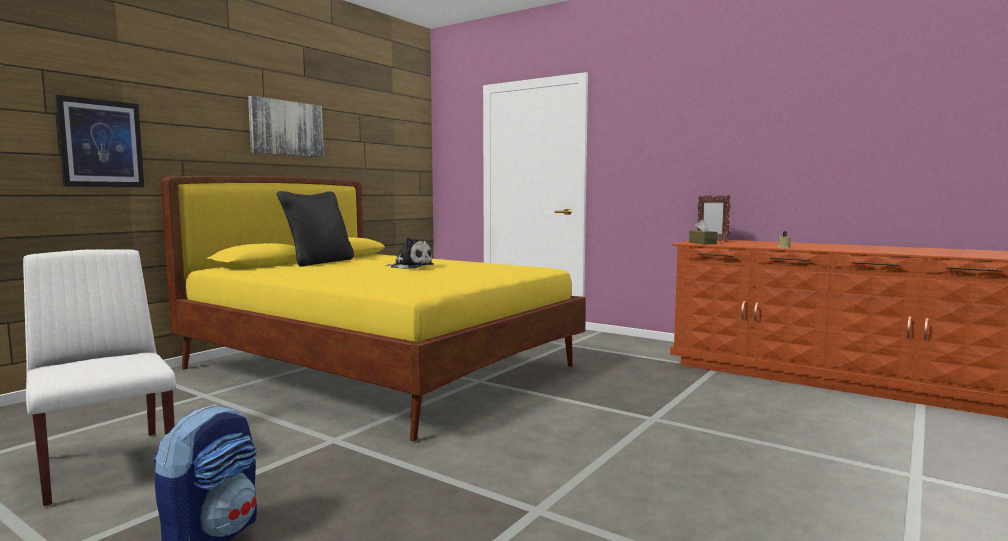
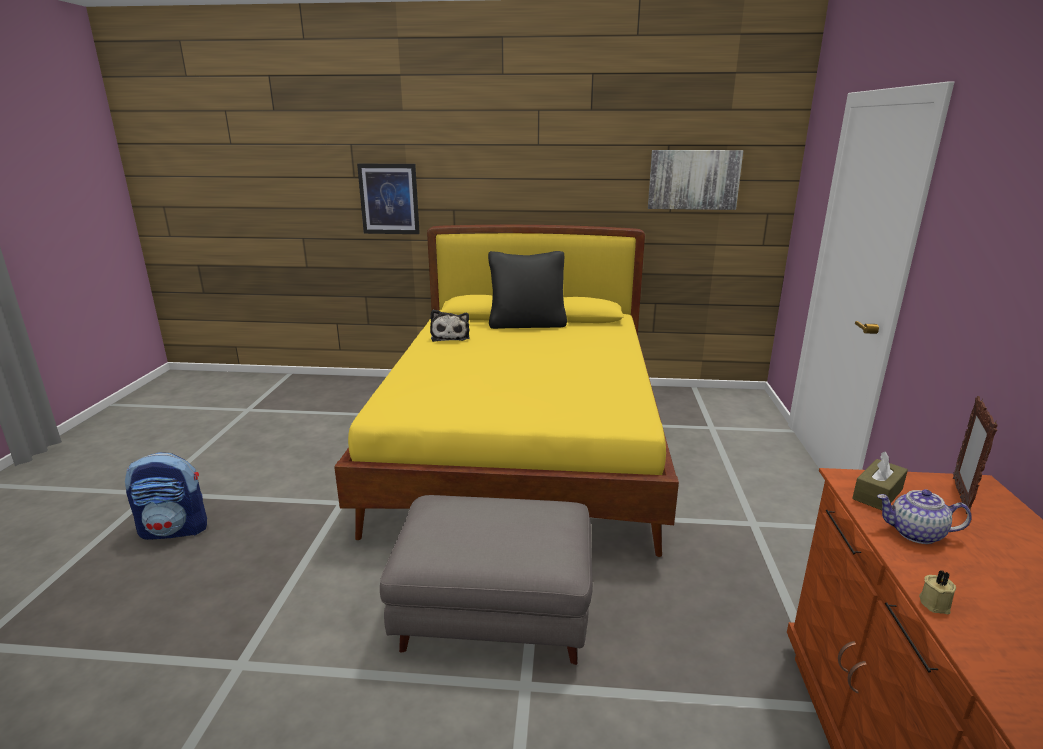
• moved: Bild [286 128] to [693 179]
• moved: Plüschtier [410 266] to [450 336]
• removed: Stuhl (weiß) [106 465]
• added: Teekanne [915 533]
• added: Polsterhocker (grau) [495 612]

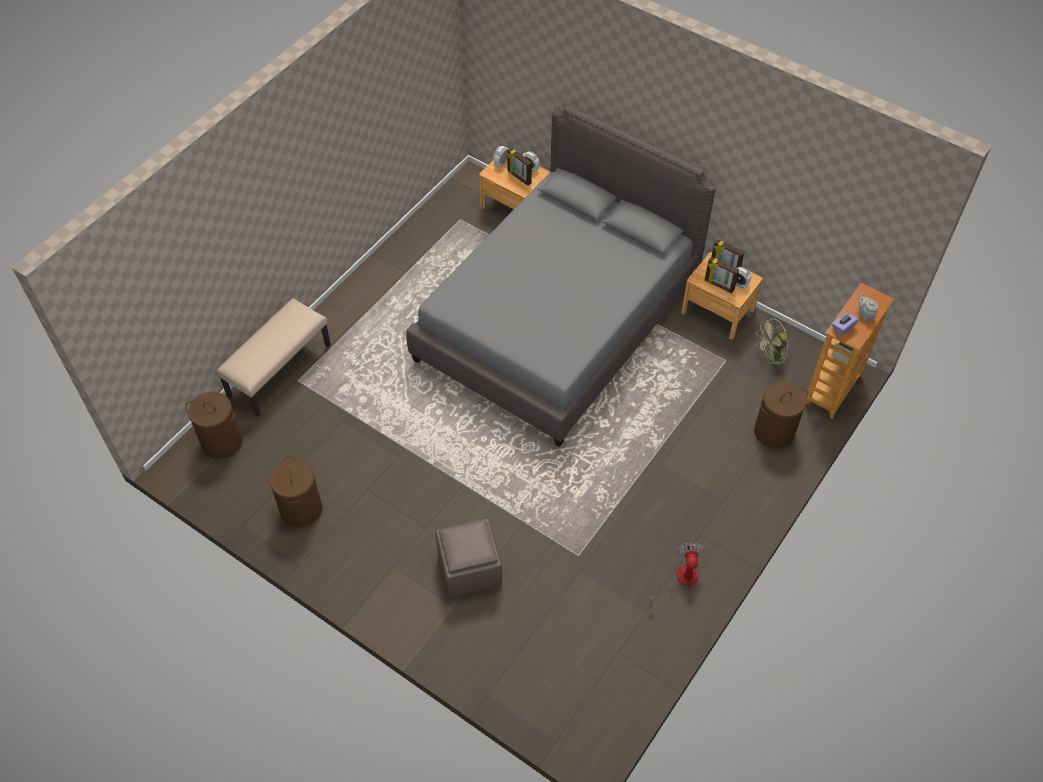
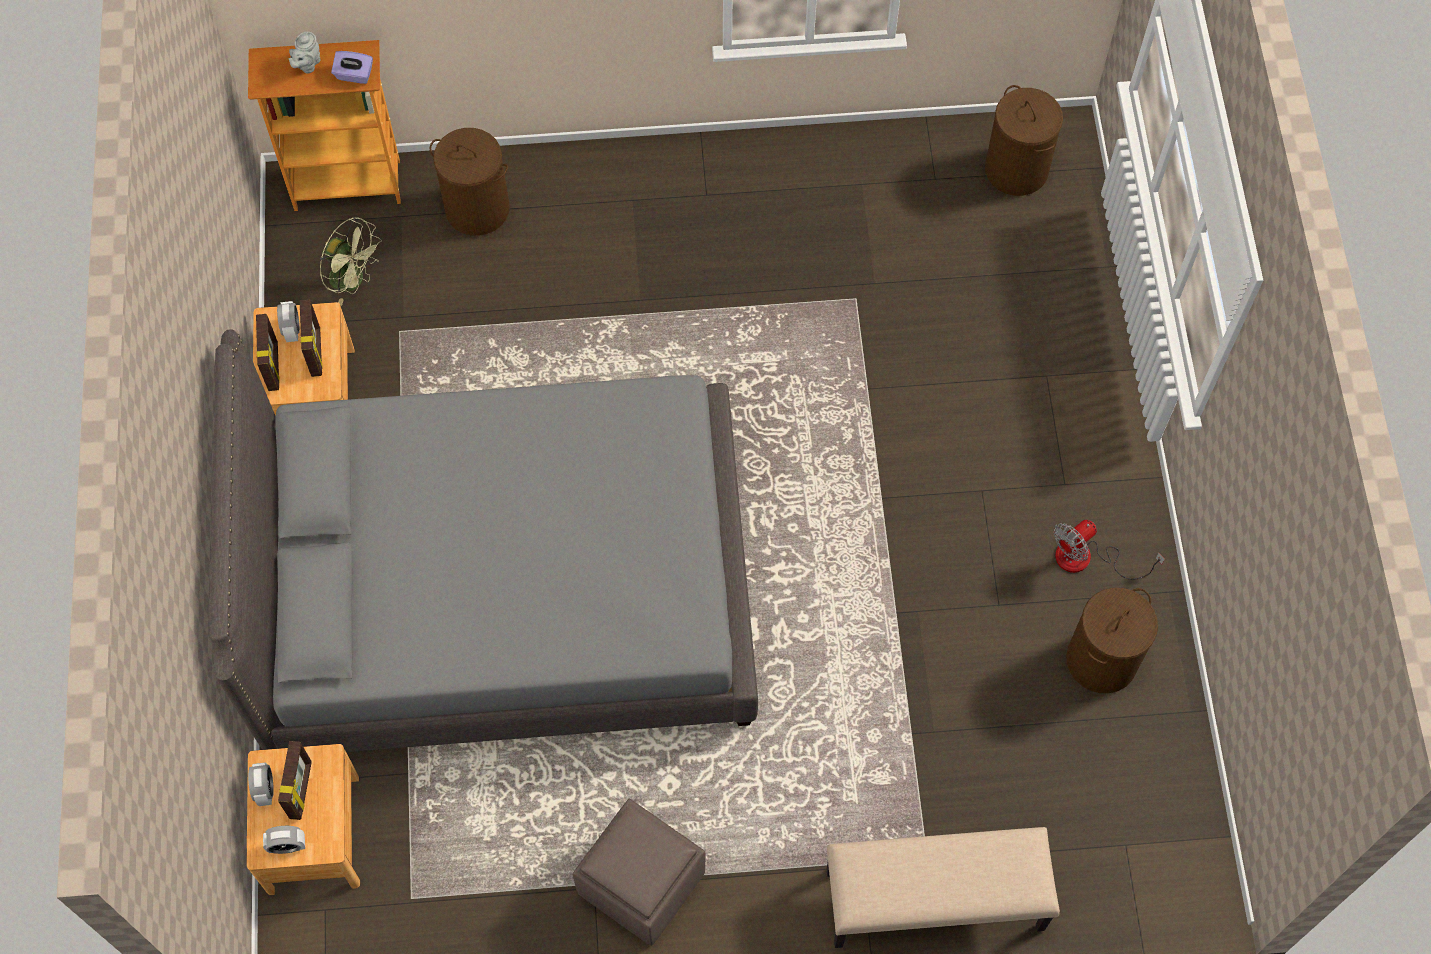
• moved: Wäschekorb (braun) [222 442] to [1016 170]
• moved: Polsterhocker (braun) [469 570] to [643 883]
• moved: Ventilator [680 580] to [1086 559]

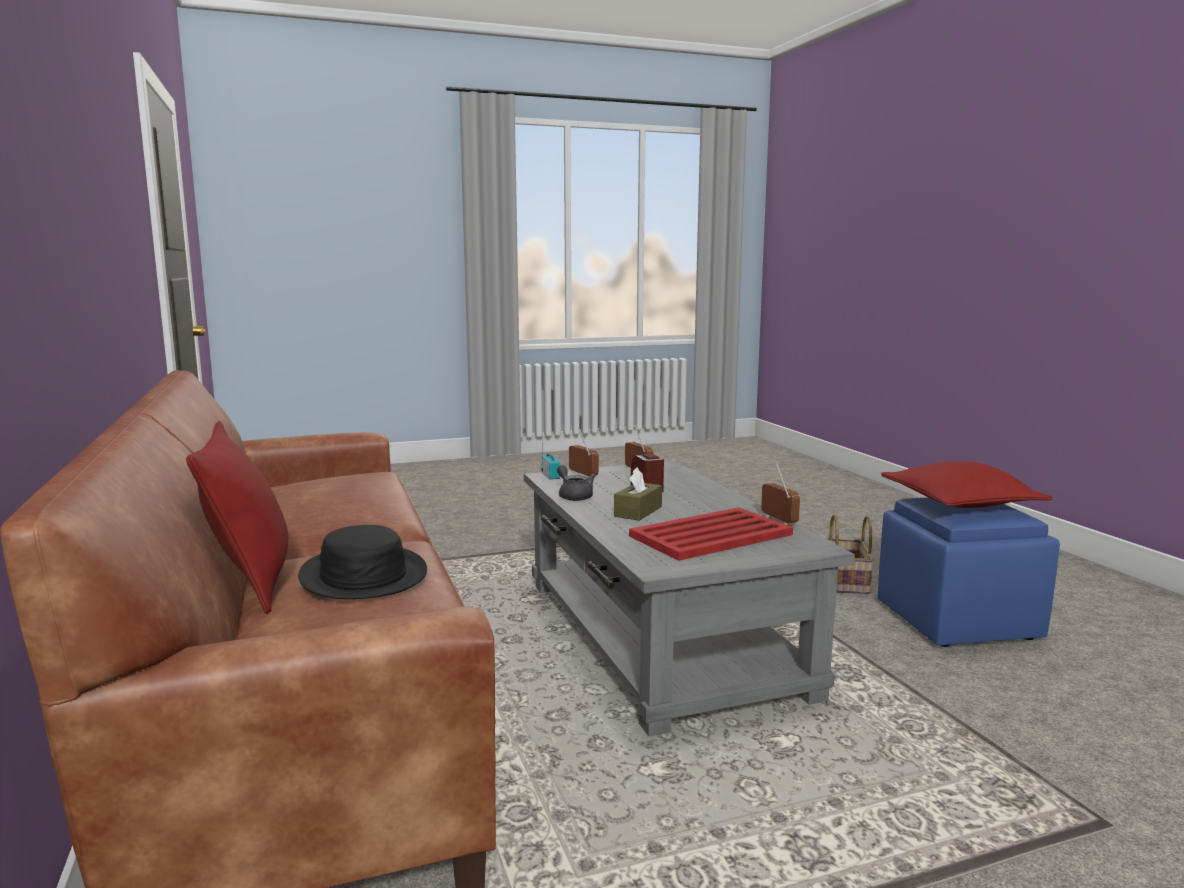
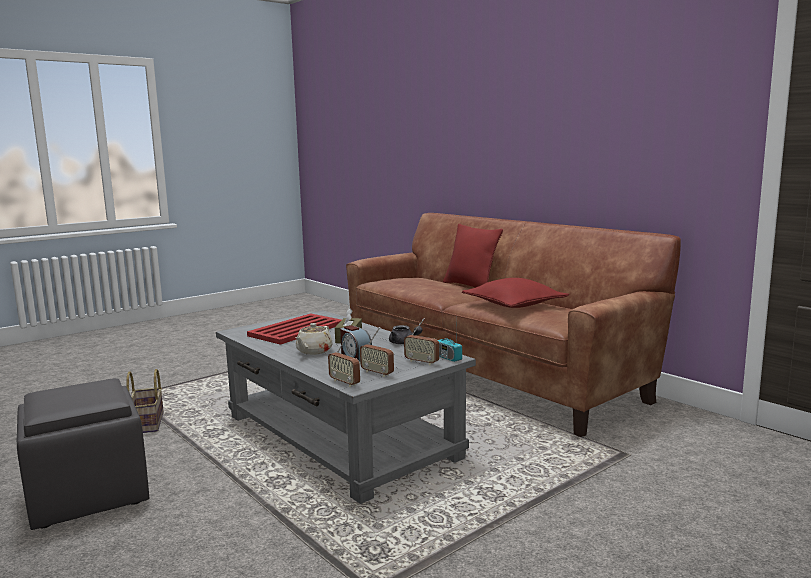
• moved: Kissen (rot) [960 503] to [514 305]
• moved: Radio [778 521] to [344 382]
• recoloured: Polsterhocker (blau) [955 620] to Polsterhocker (grau) [90 495]
• moved: Korb [845 581] to [148 423]
• removed: Hut (schwarz) [363 575]
• added: Teekanne (beige) [313 351]

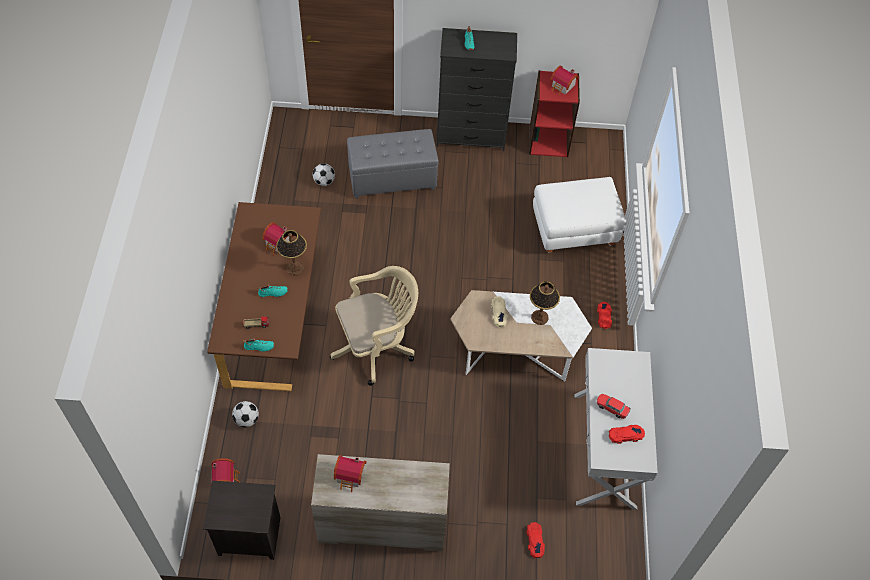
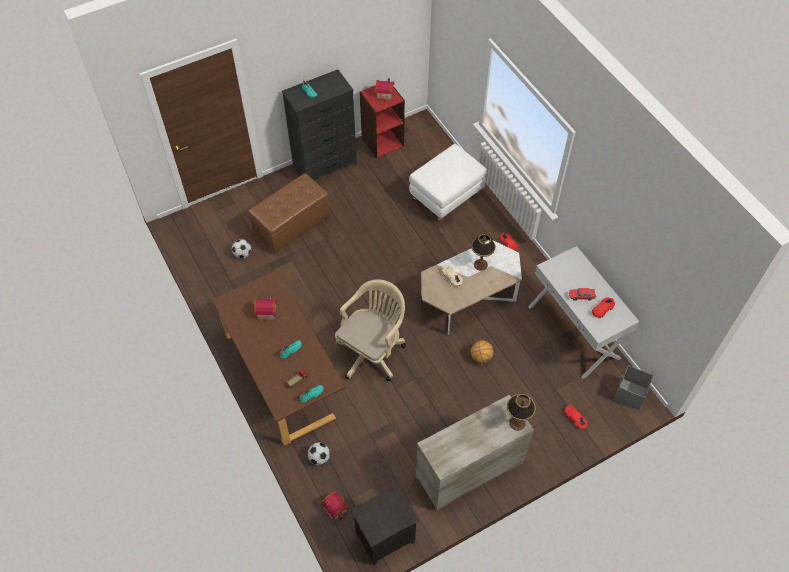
• recoloured: Polsterhocker (grau) [392 179] to Polsterhocker (braun) [292 226]
• moved: Tischlampe [294 268] to [517 423]
• removed: Spielzeughaus [350 477]
• added: Basketball [481 357]
• added: Aufbewahrungsbox (grau) [629 394]

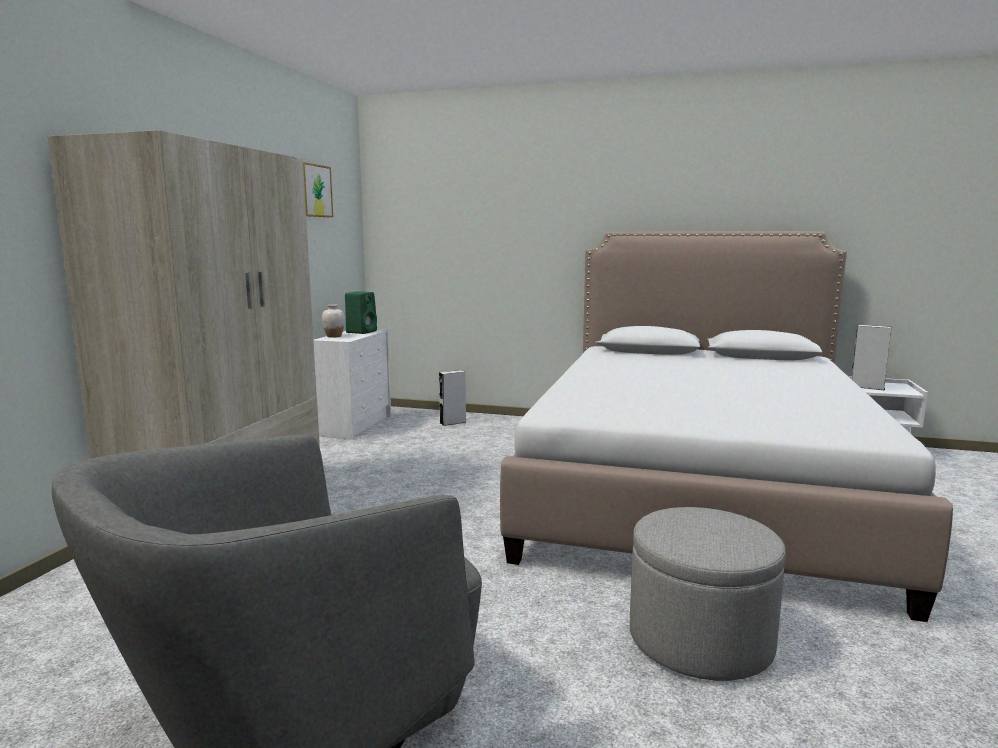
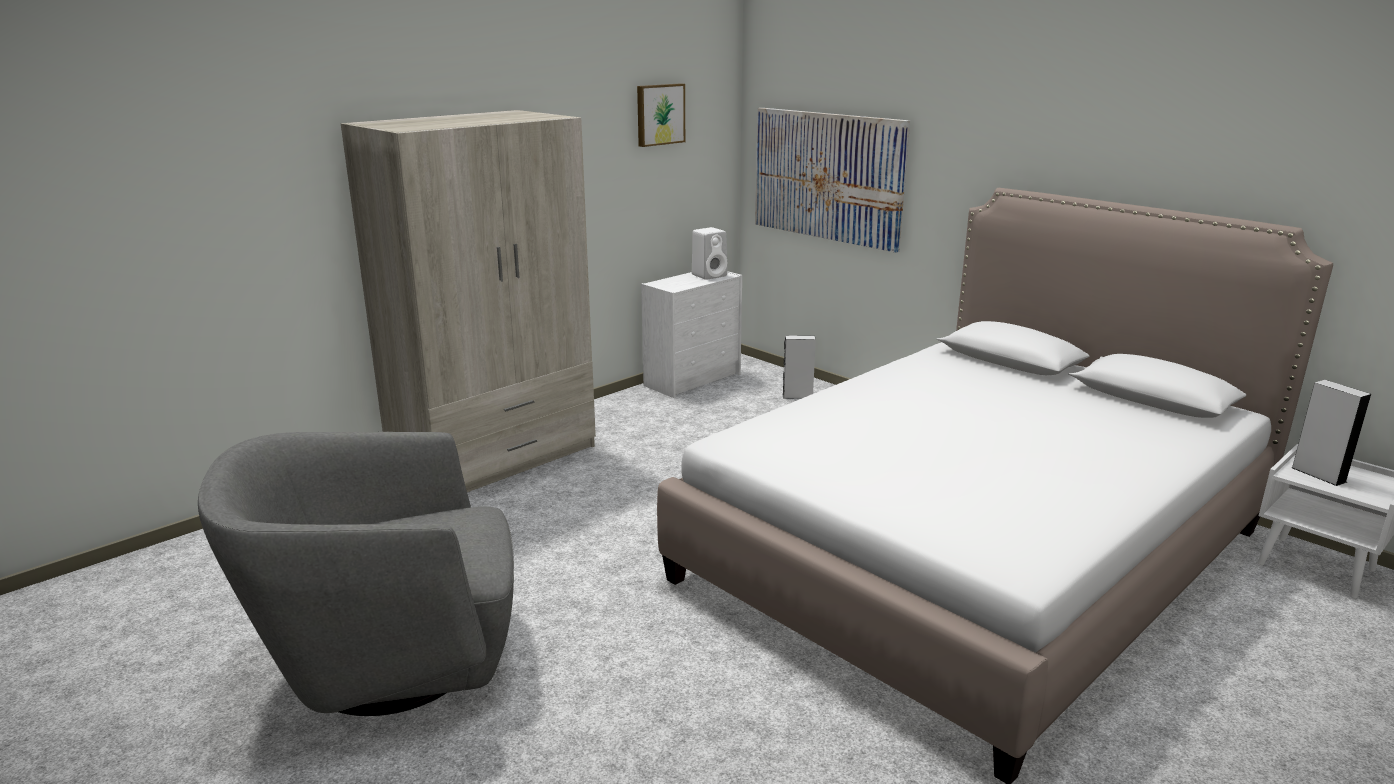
• recoloured: Lautsprecher (grün) [362 332] to Lautsprecher (weiß) [710 275]
• removed: Vase (weiß) [334 336]
• removed: Polsterhocker (grau) [700 639]
• added: Bild [827 176]

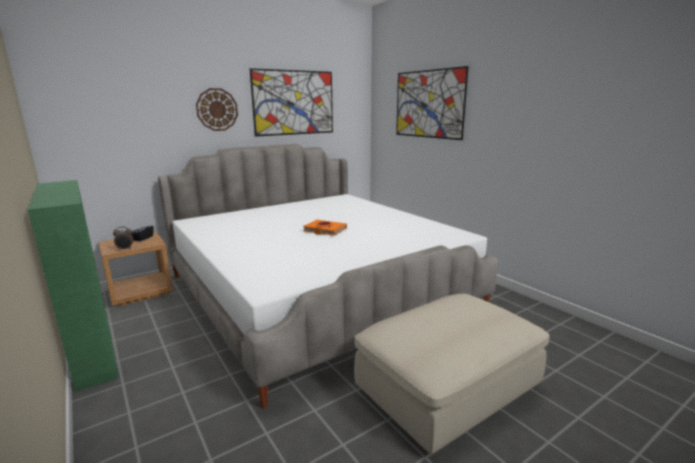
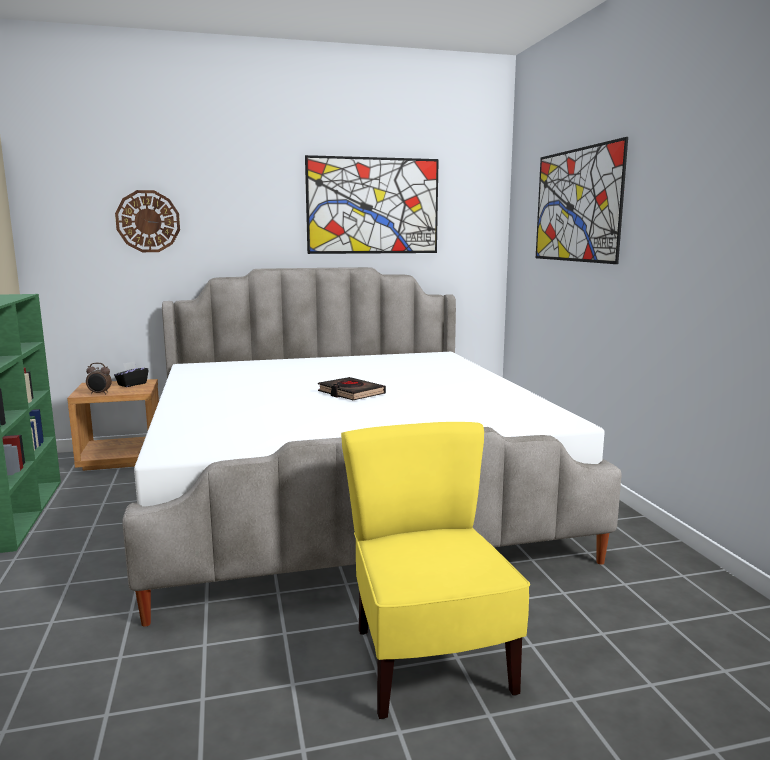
• moved: Wanduhr [217 109] to [148 221]
• recoloured: Buch (orange) [325 230] to Buch (schwarz) [351 393]
• replaced: Polsterhocker (beige) [447 386] to Stuhl (gelb) [429 661]

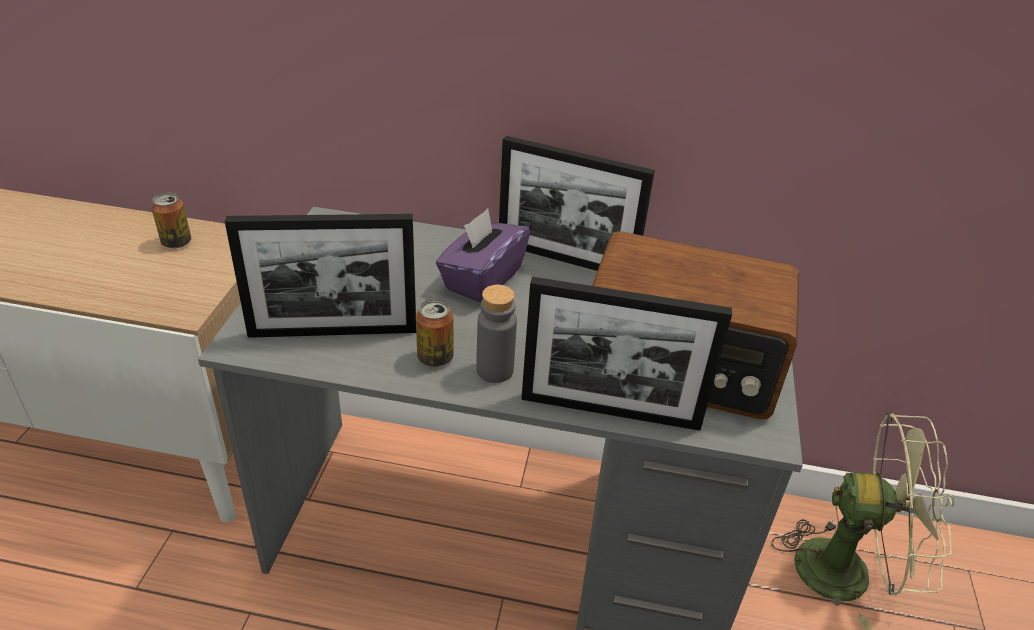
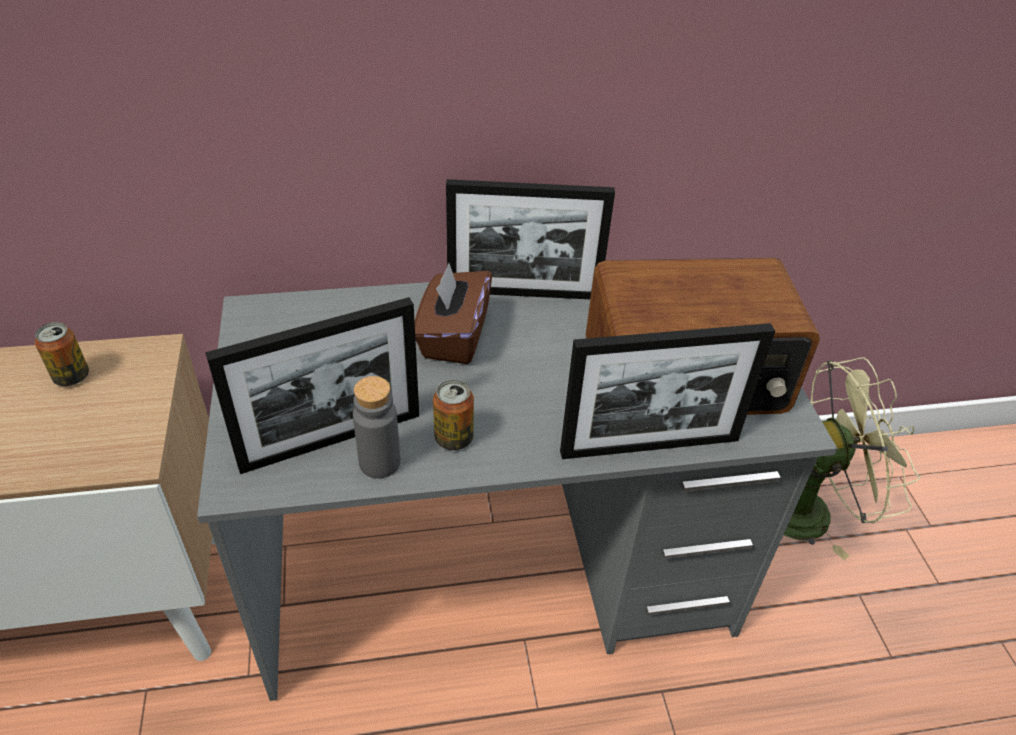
• recoloured: Taschentuchbox (lila) [482 279] to Taschentuchbox (braun) [453 337]
• moved: Flasche (grau) [494 370] to [379 462]

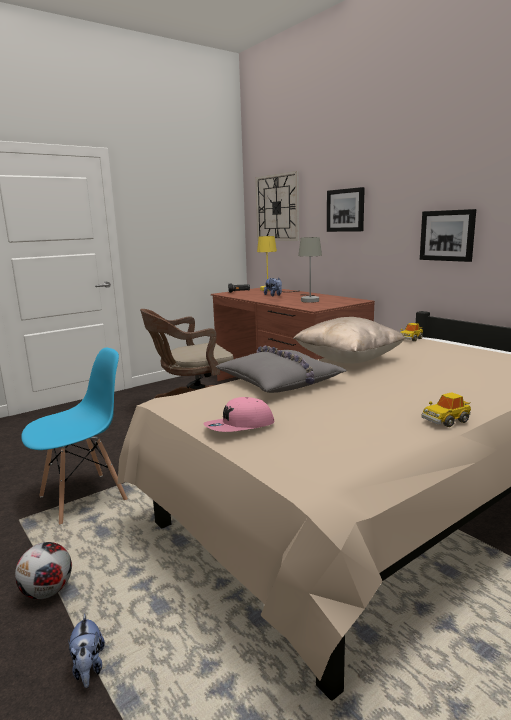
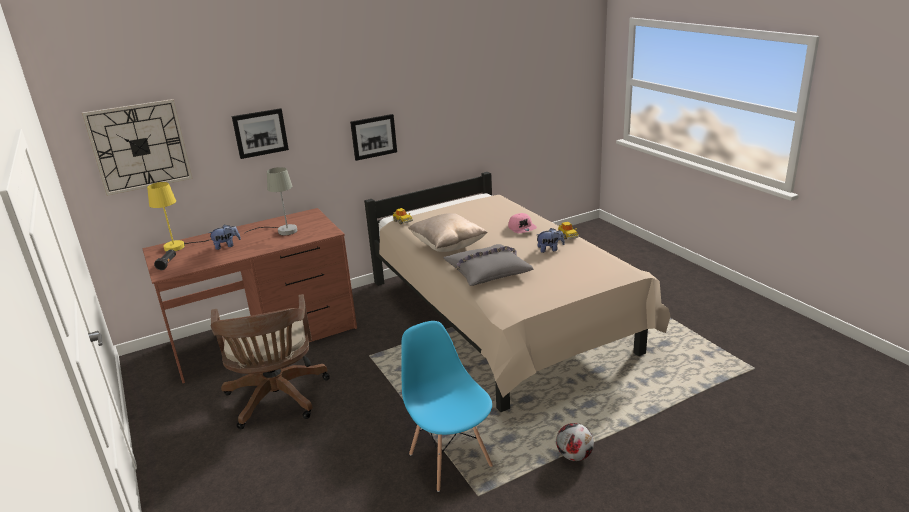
• moved: Kappe (rosa) [239 427] to [522 228]
• moved: Plüschtier [88 668] to [550 249]

